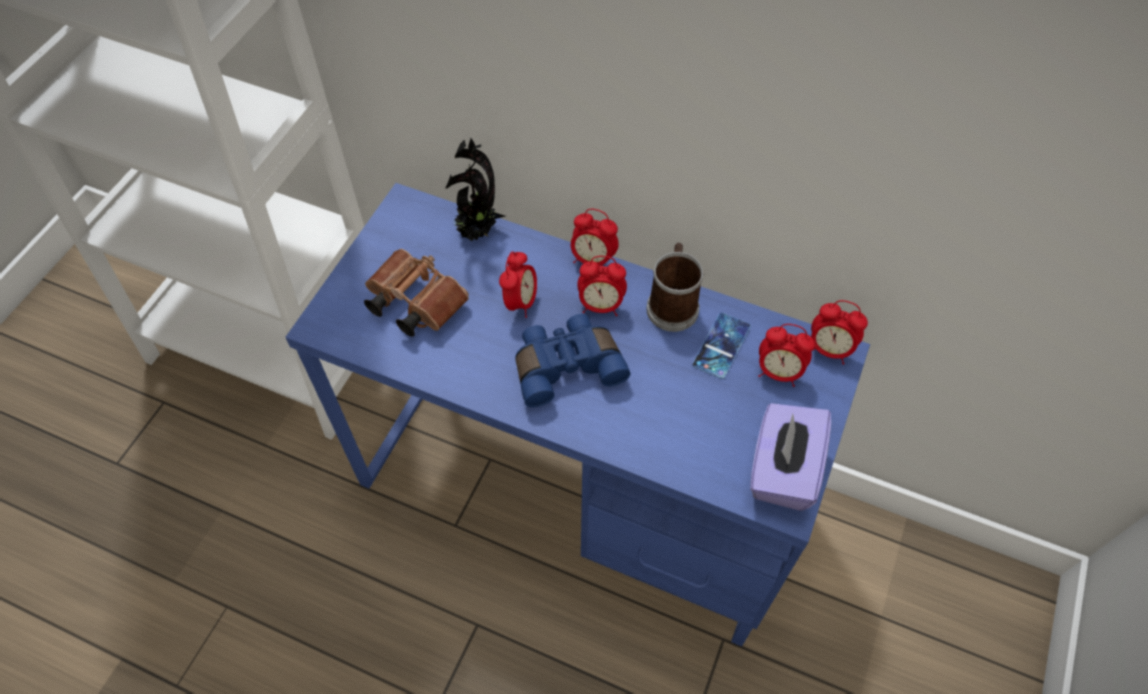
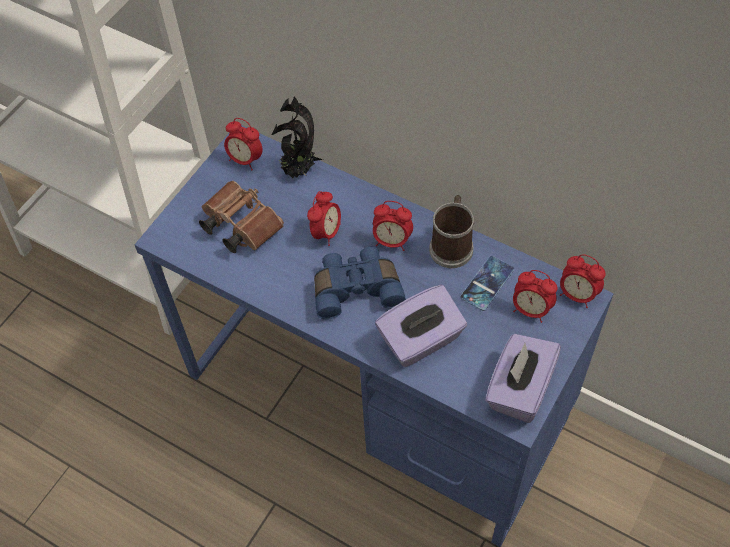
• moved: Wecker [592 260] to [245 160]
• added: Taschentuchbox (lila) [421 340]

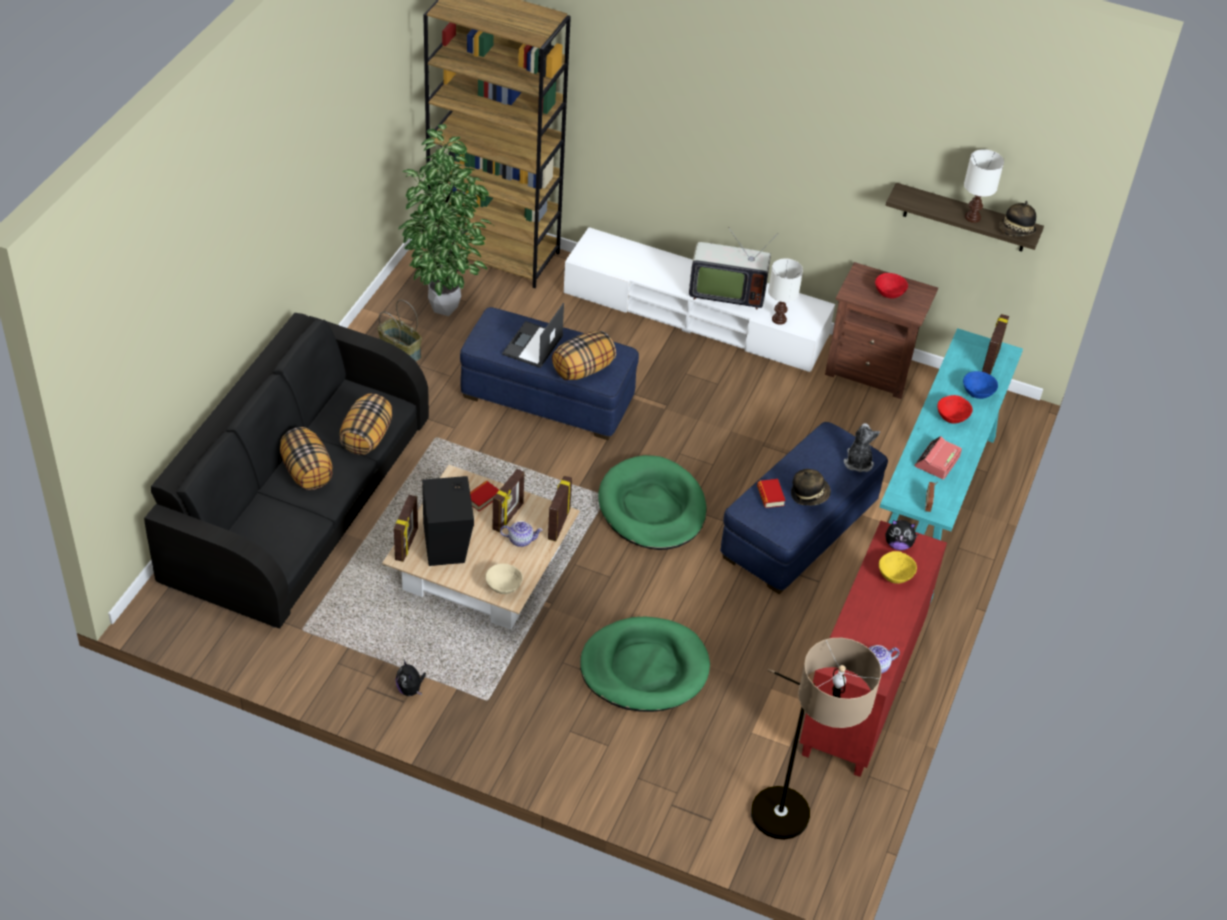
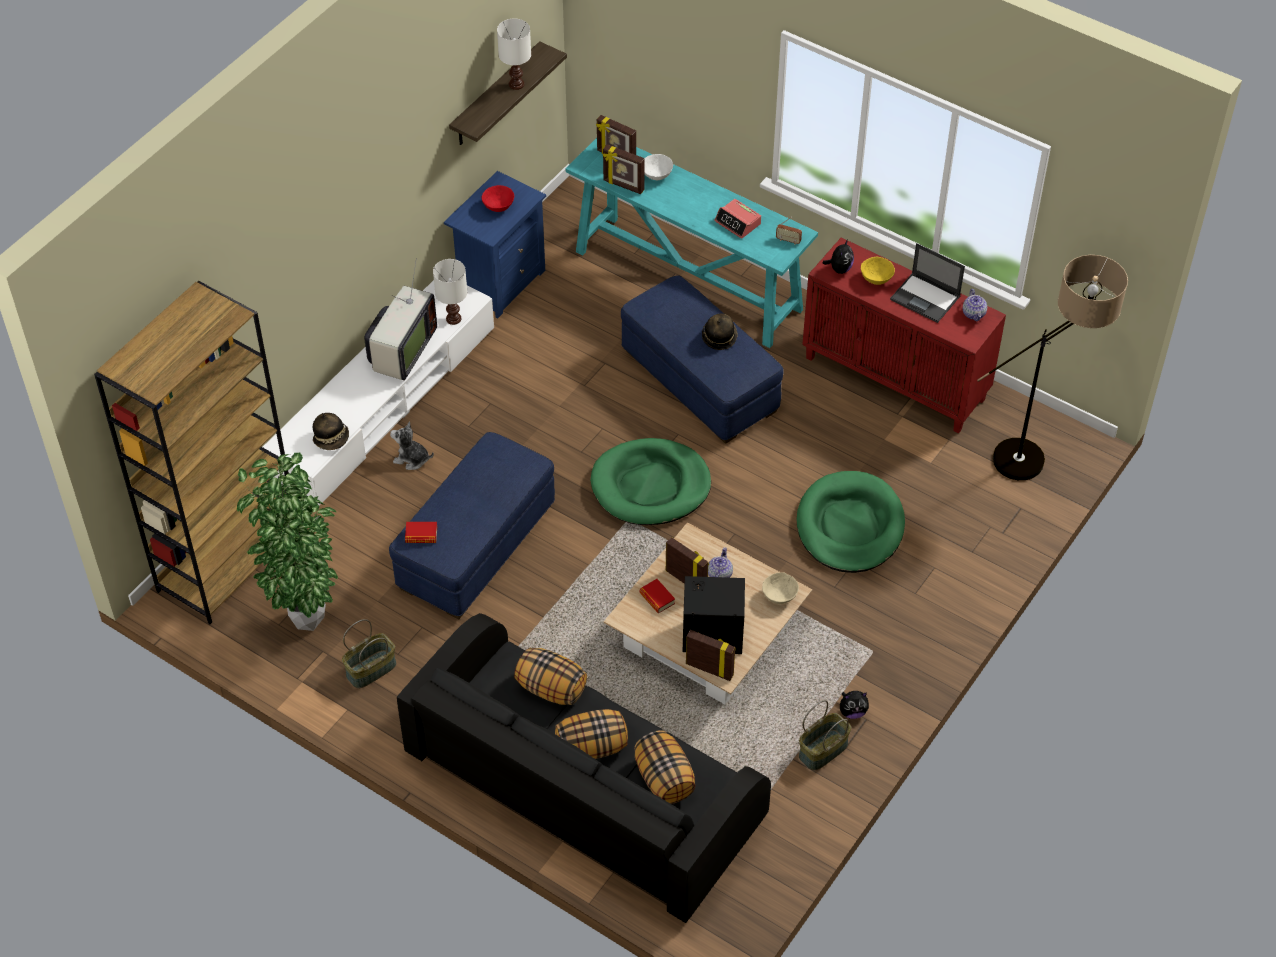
• moved: Hut [1016 231] to [332 439]
• recoloured: Nachttisch (braun) [871 370] to Nachttisch (blau) [500 282]
• moved: Laptop [532 345] to [926 298]
• moved: Kissen [583 370] to [665 779]
• recoloured: Schüssel (blau) [977 393] to Schüssel (weiß) [656 175]
• removed: Schüssel (rot) [952 418]
• moved: Plüschtier [858 462] to [411 459]
• moved: Bilderrahmen [558 524] to [623 186]
• moved: Buch [770 496] to [421 535]
• added: Korb [823 749]

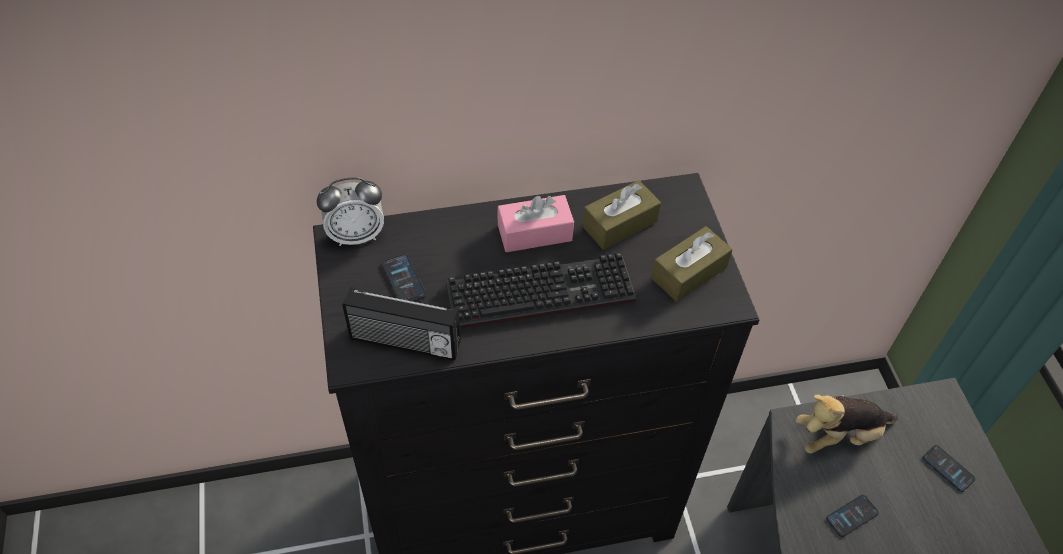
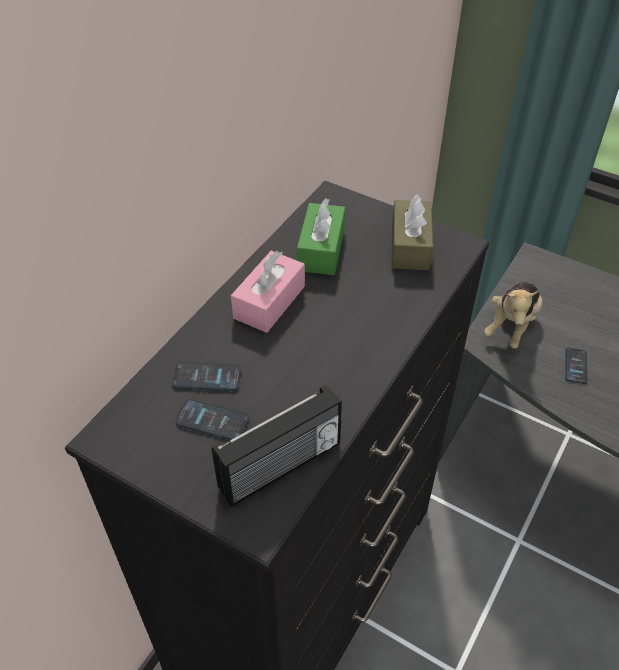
• removed: Wecker [356 235]
• recoloured: Taschentuchbox (braun) [619 224] to Taschentuchbox (grün) [321 250]
• removed: Tastatur [543 290]
• moved: Handy [948 468] to [207 377]

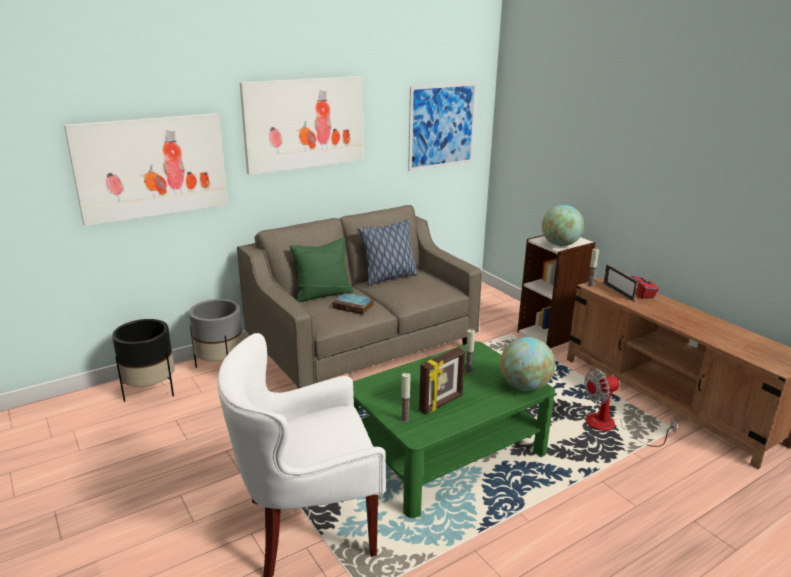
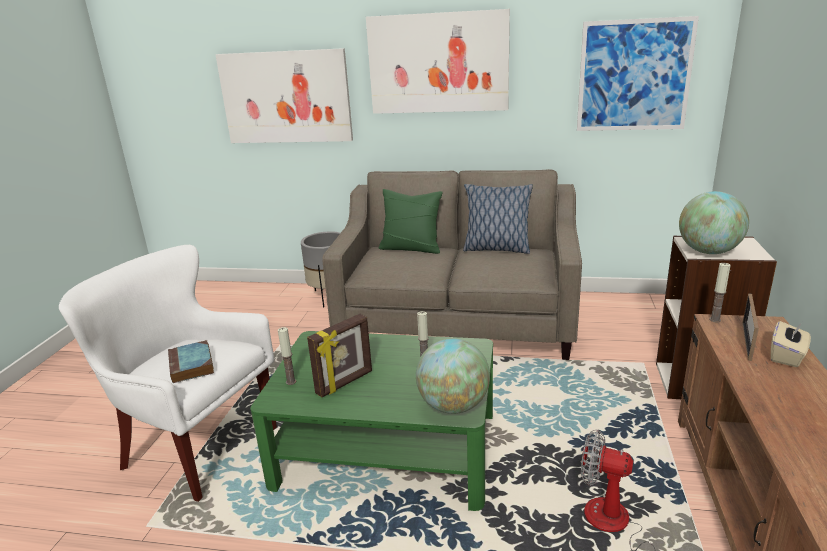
• recoloured: Taschentuchbox (rot) [642 294] to Taschentuchbox (beige) [787 356]
• moved: Buch [354 306] to [192 366]
• removed: Pflanzkübel (schwarz) [150 391]
• turned: Bilderrahmen [441 403] = [345 383] 45 degrees counterclockwise

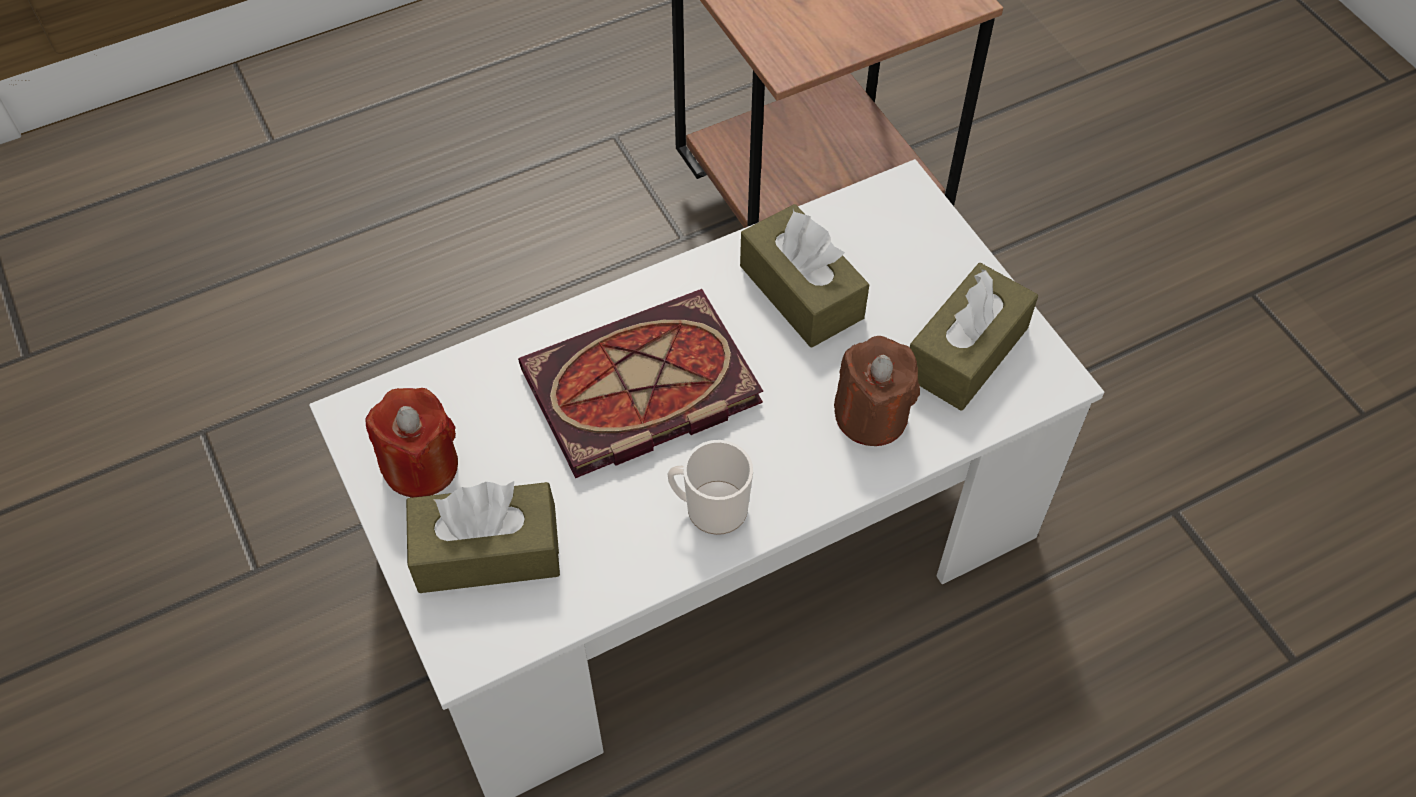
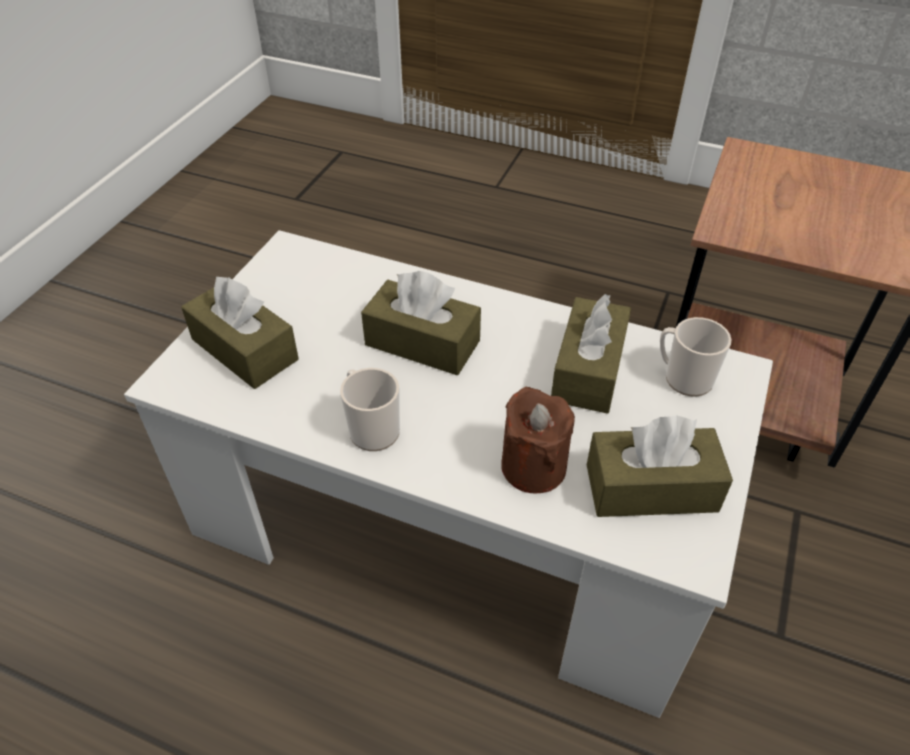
• replaced: Buch [637 392] to Taschentuchbox (braun) [422 343]
• removed: Kerze (rot) [421 466]
• added: Henkelbecher [683 377]

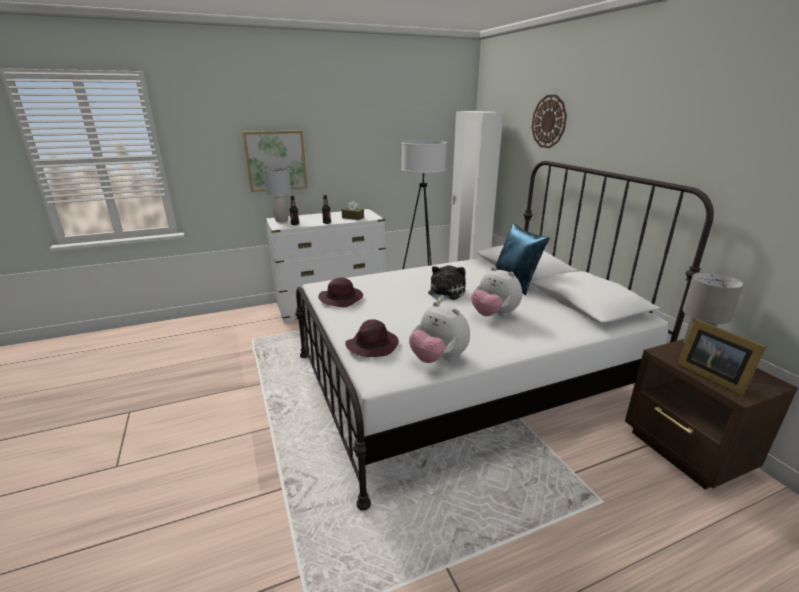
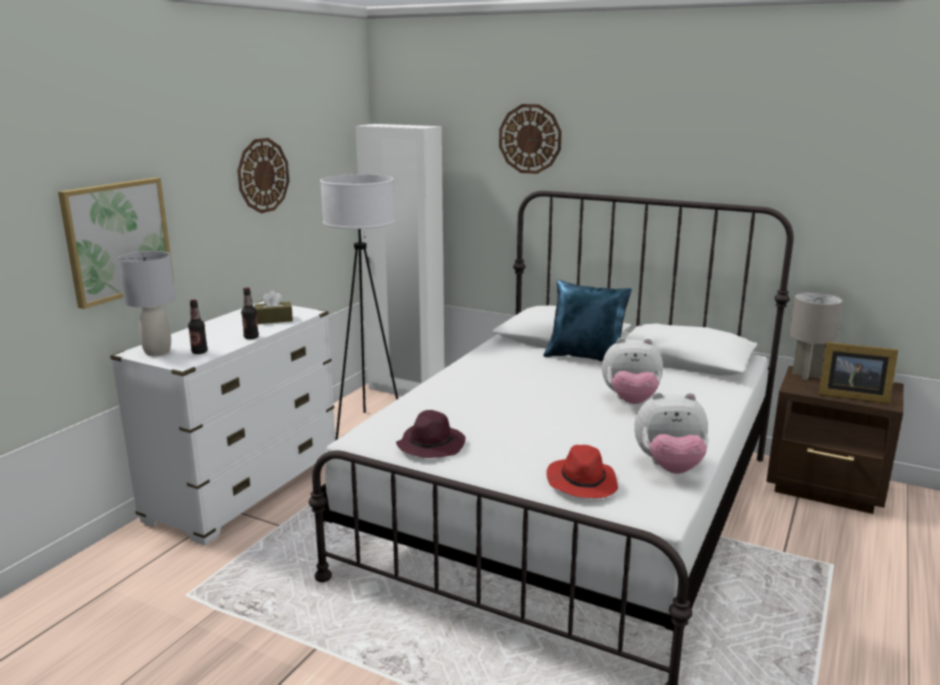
• removed: Plüschtier [445 293]
• recoloured: Hut (lila) [372 345] to Hut (rot) [581 482]
• added: Wanduhr [263 175]

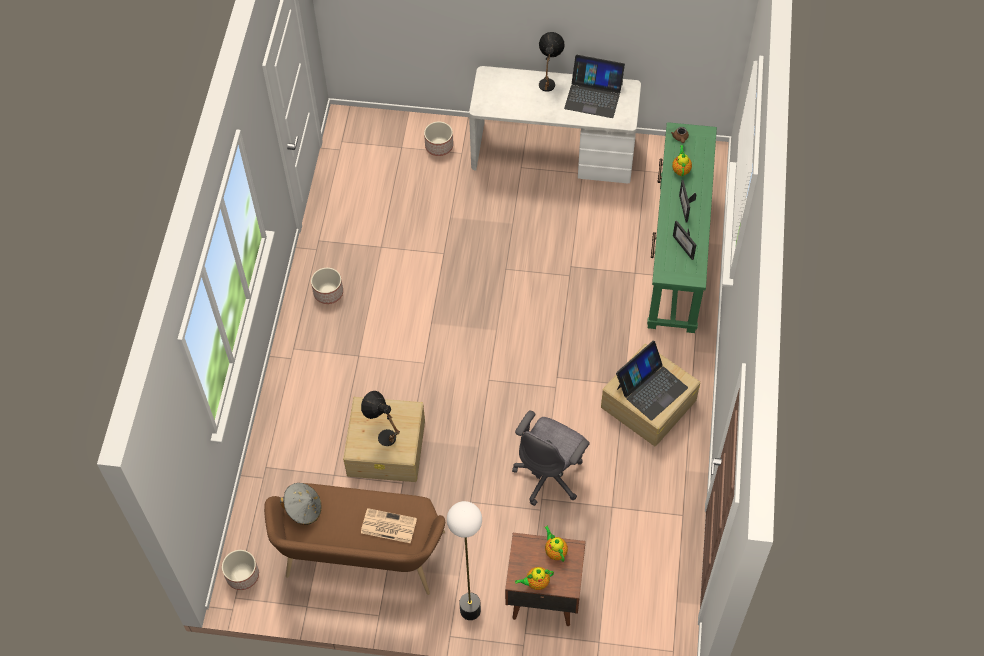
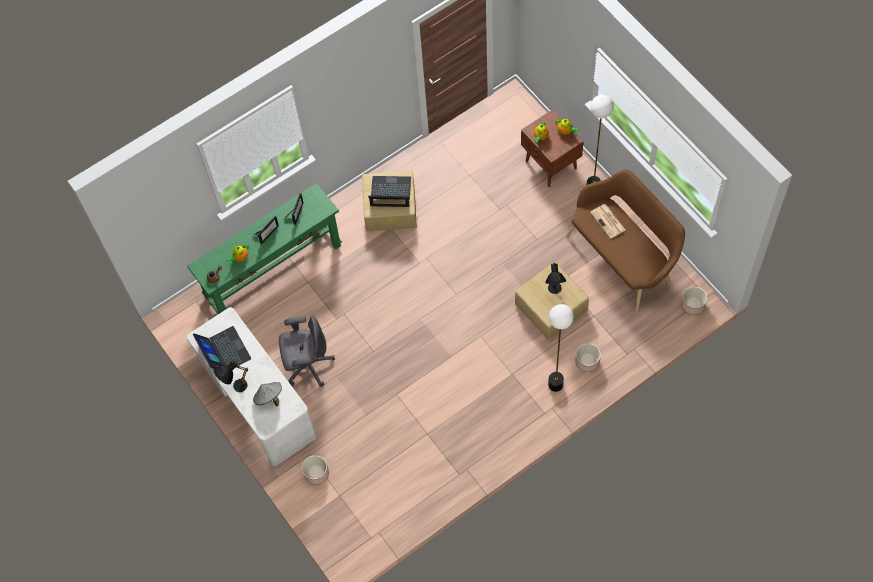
• moved: Pflanzkübel [328 292] to [587 362]
• moved: Bürostuhl (grau) [549 475] to [307 365]
• moved: Hut (grau) [303 509] to [269 397]
• added: Stehlampe [555 384]

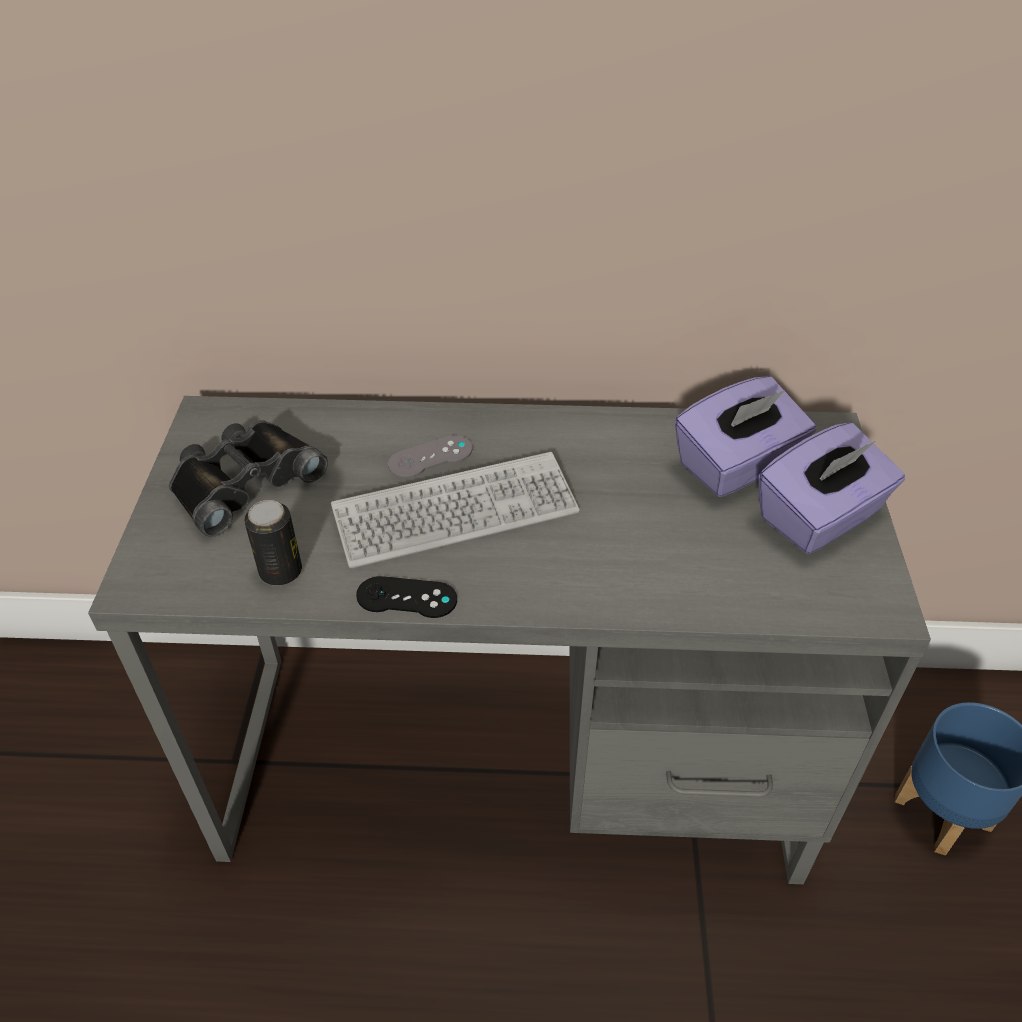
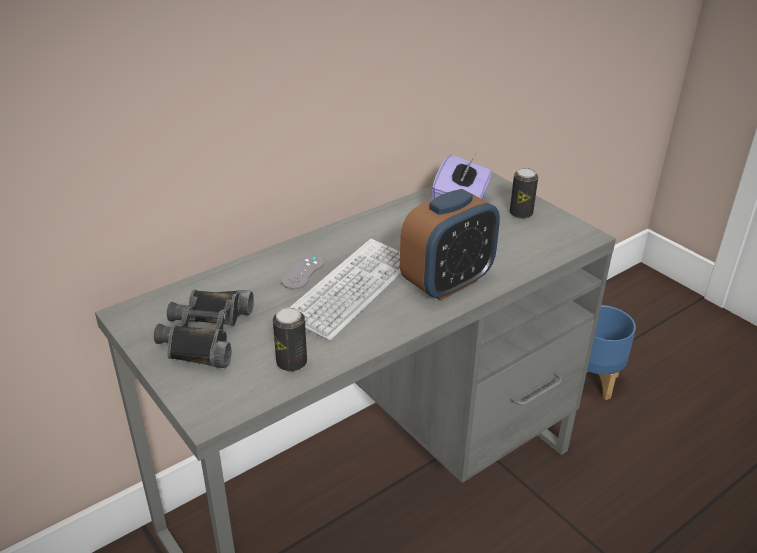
• replaced: Taschentuchbox (lila) [820 518] to Dose [521 213]
• removed: Gamepad (schwarz) [406 597]
• added: Wecker [447 283]

